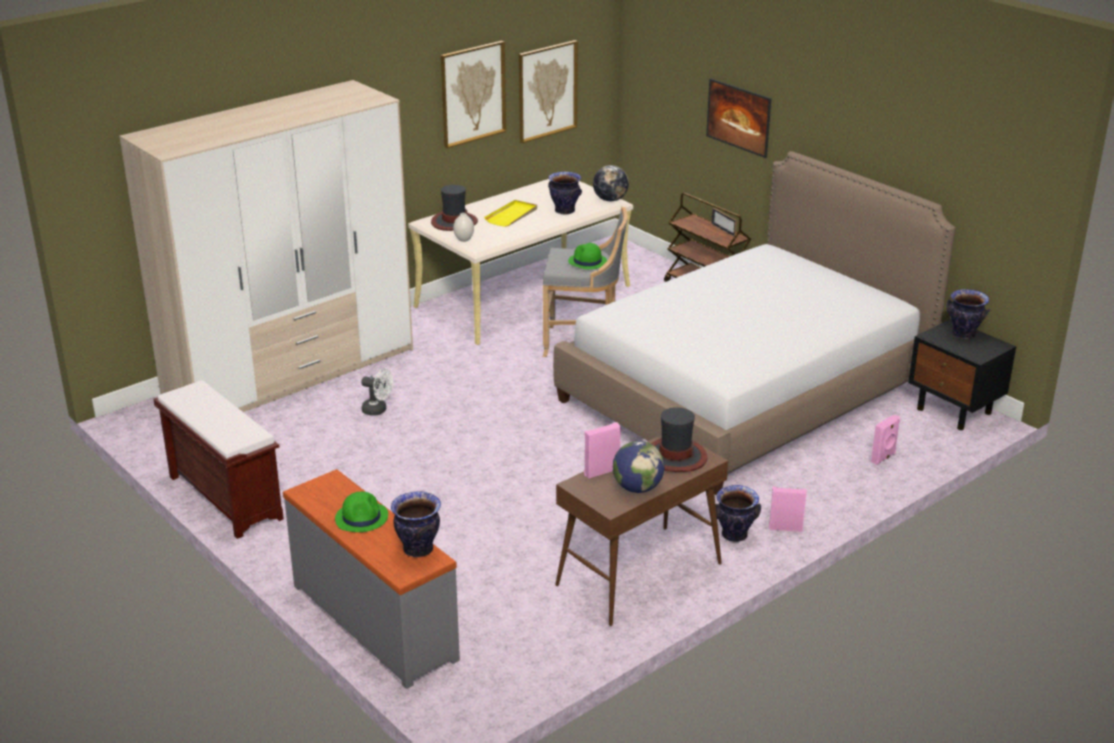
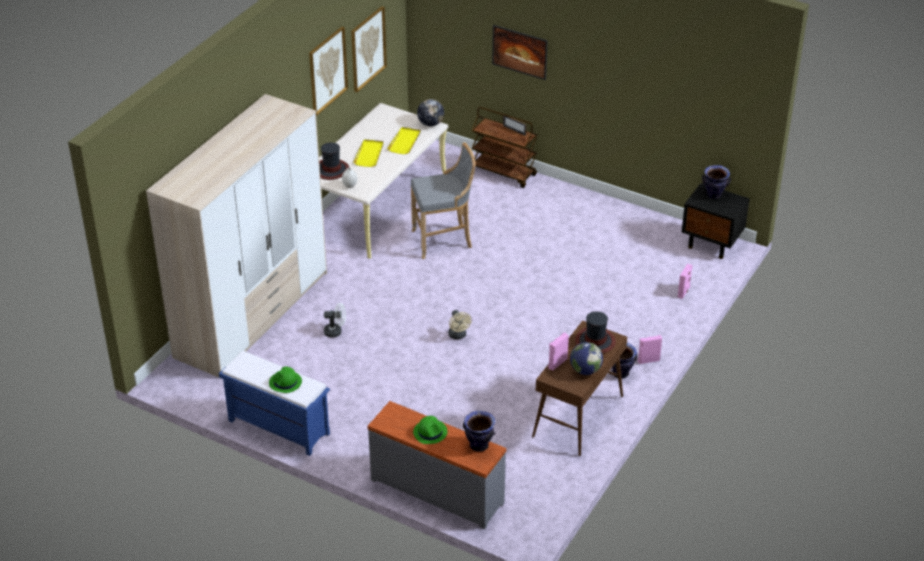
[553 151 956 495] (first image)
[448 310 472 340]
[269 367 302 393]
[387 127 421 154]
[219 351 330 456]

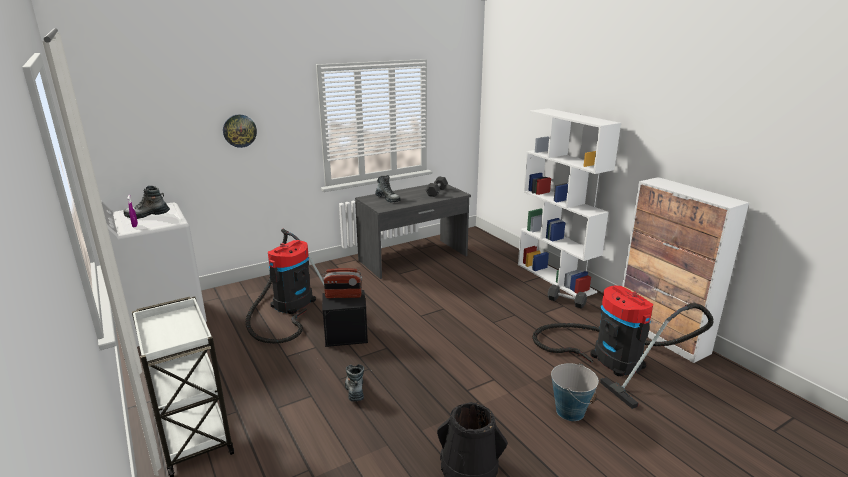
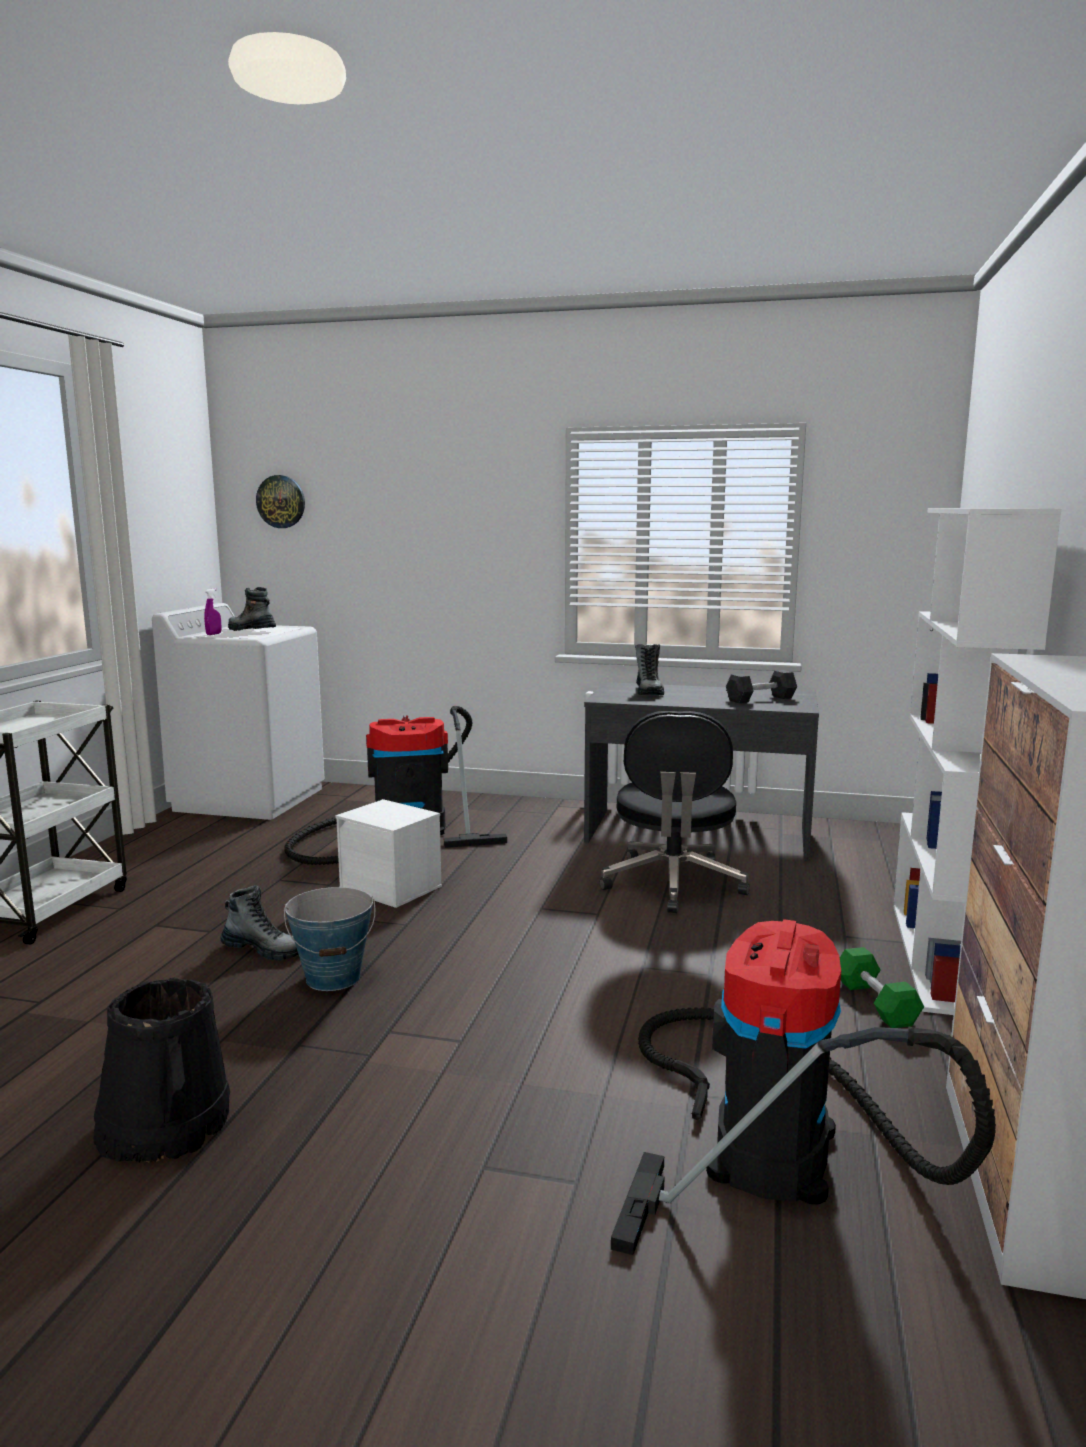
[323 268 362 298] (first image)
[600 710 750 913]
[256 475 305 528]
[284 887 375 991]
[335 799 442 908]
[840 947 924 1028]
[220 885 298 961]

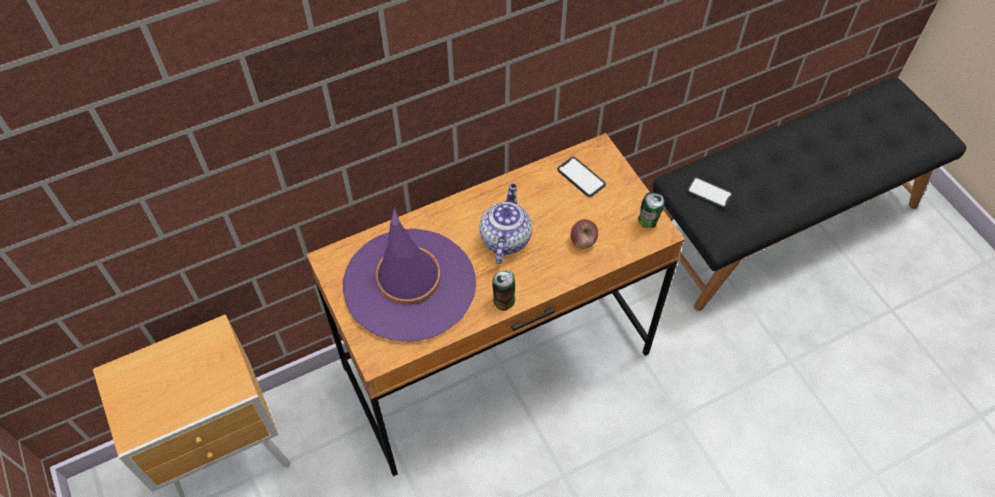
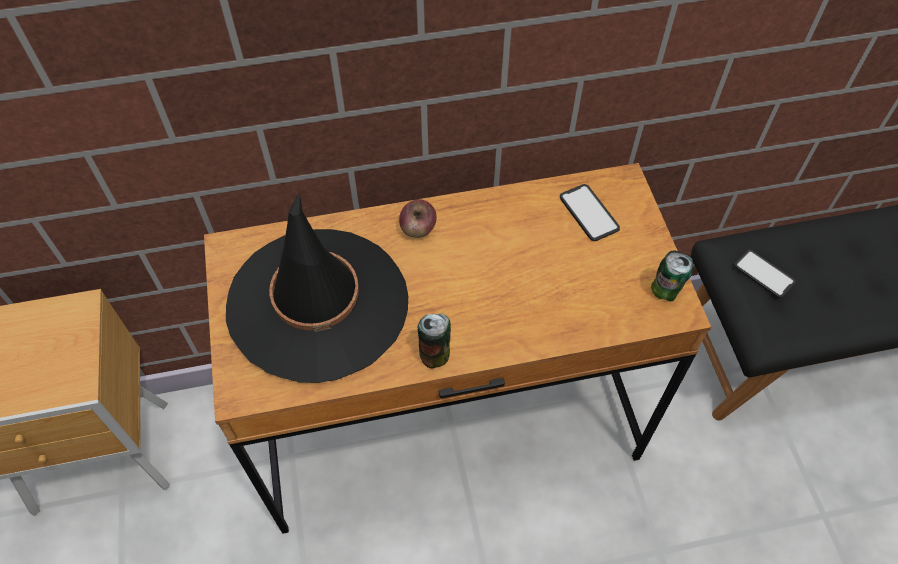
[479 184 532 264] (first image)
[399 199 437 238]
[226 191 408 383]

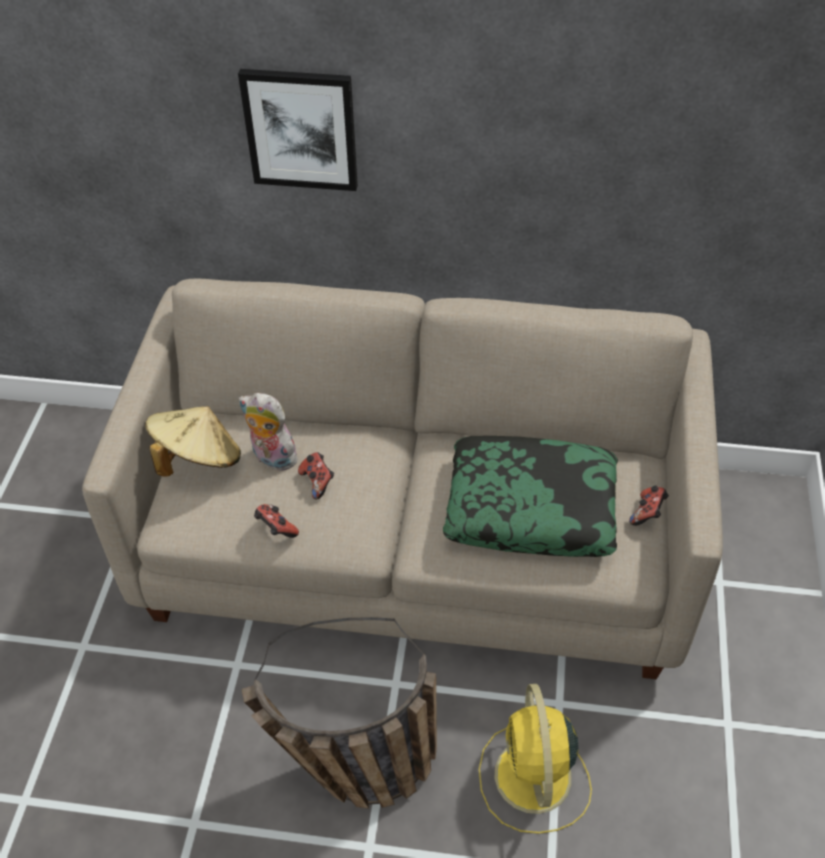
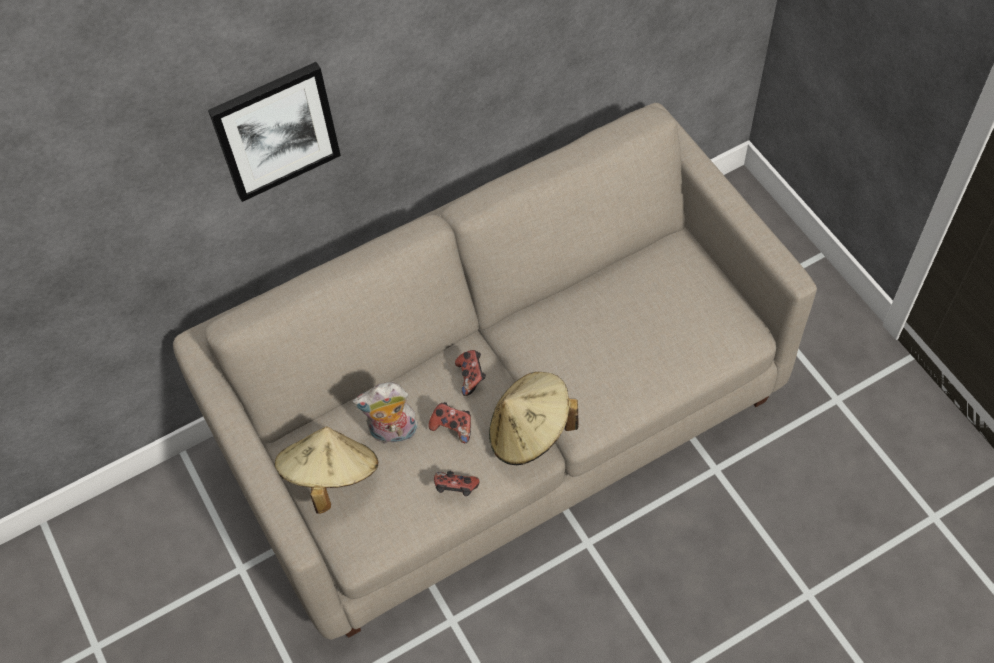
[242 617 437 809] (first image)
[443 436 618 557] (first image)
[479 684 592 834] (first image)
[489 372 578 465]
[455 350 486 396]

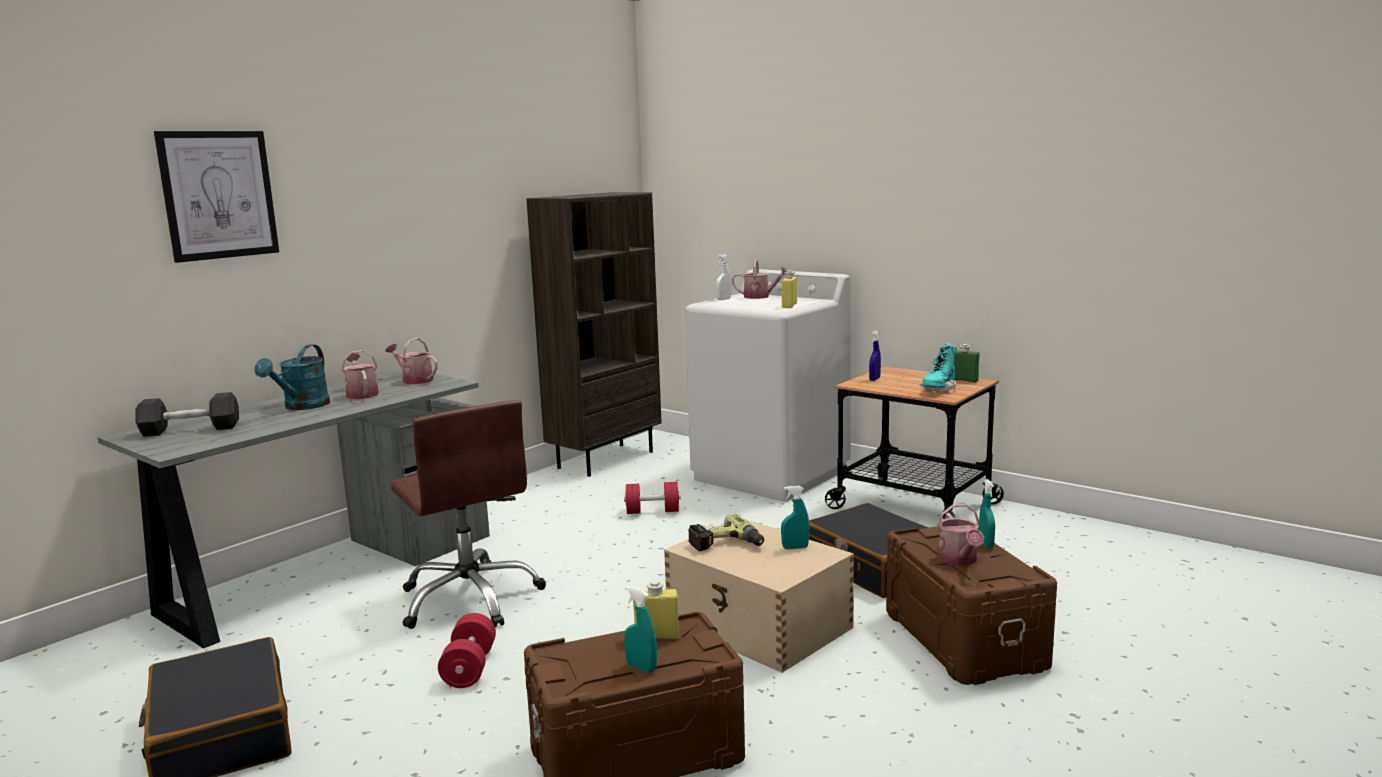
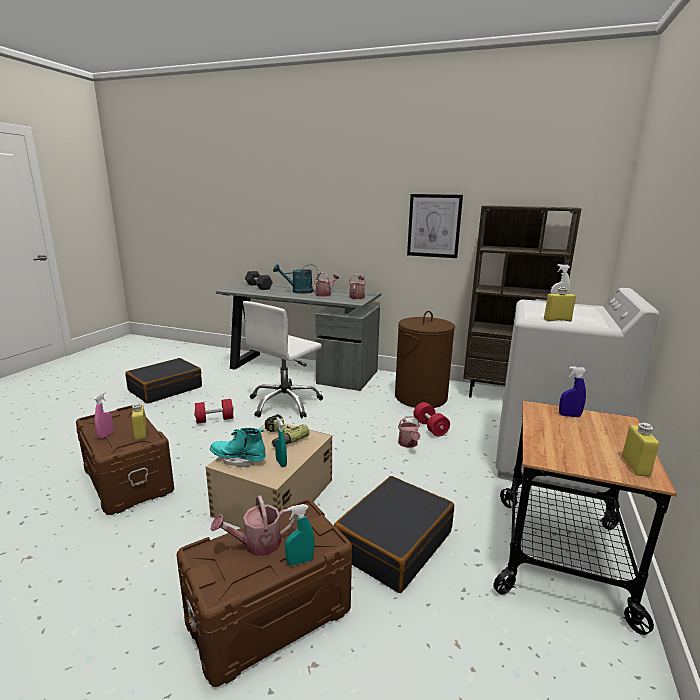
[395 311 455 408]
[407 194 463 258]
[398 416 421 448]
[210 428 266 468]
[243 301 323 418]
[94 392 113 439]
[622 423 659 477]

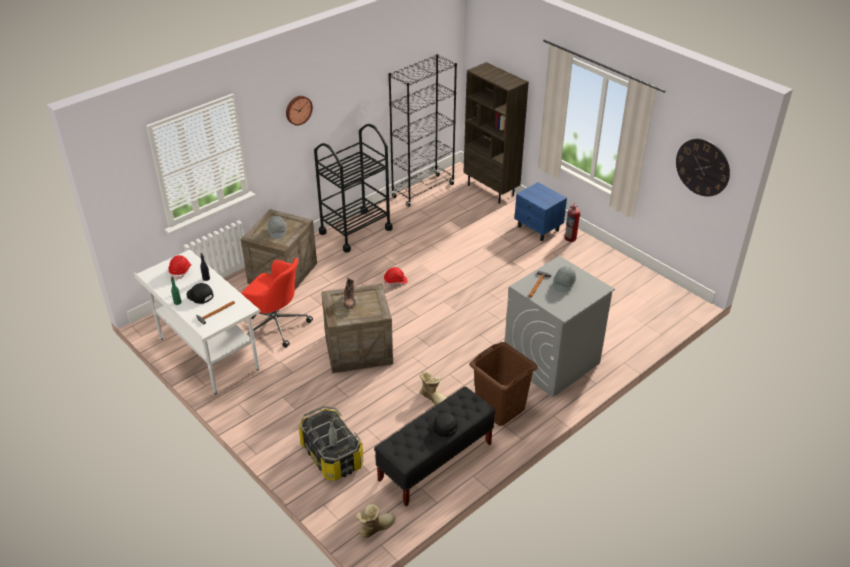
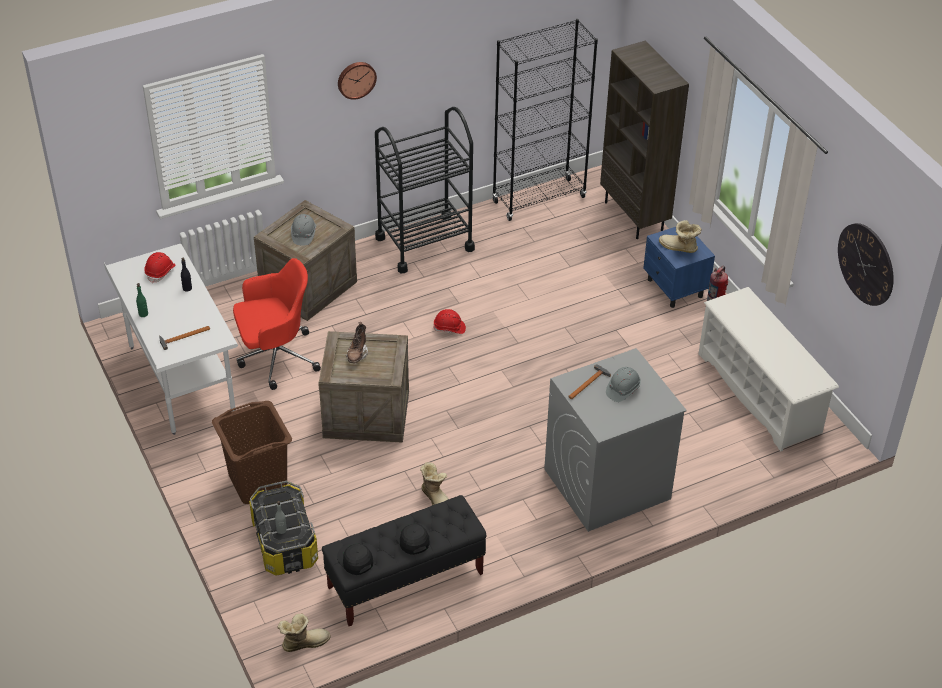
[659 220 702 253]
[698 287 839 451]
[337 544 373 575]
[212 401 292 504]
[233 258 321 390]

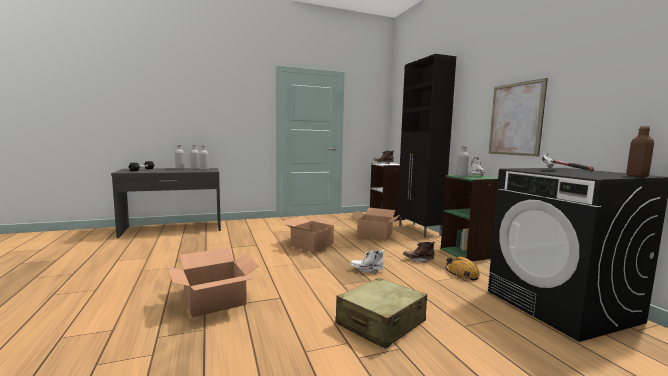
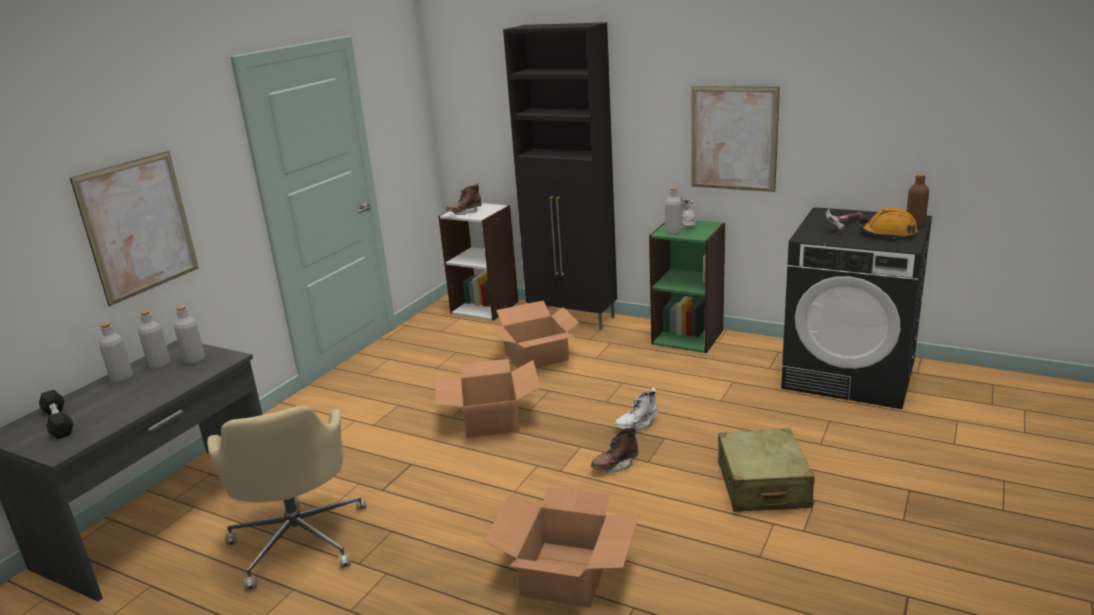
[70 151 199 306]
[207 406 367 591]
[591 425 638 473]
[859 208 918 239]

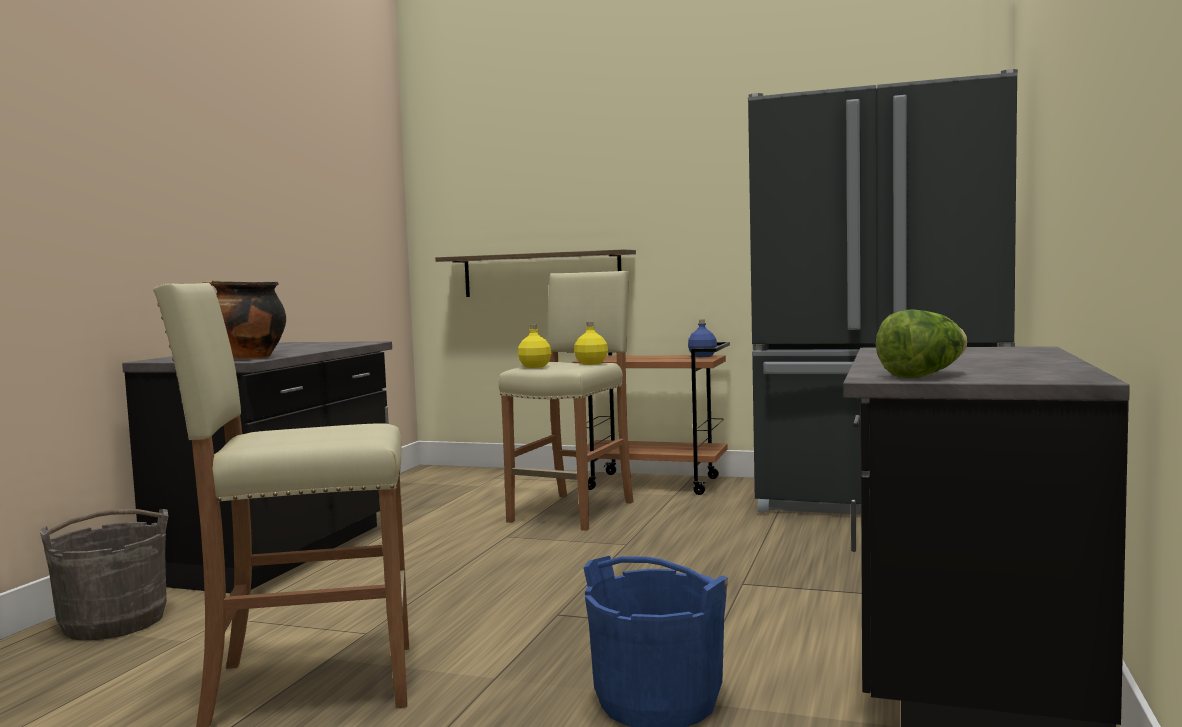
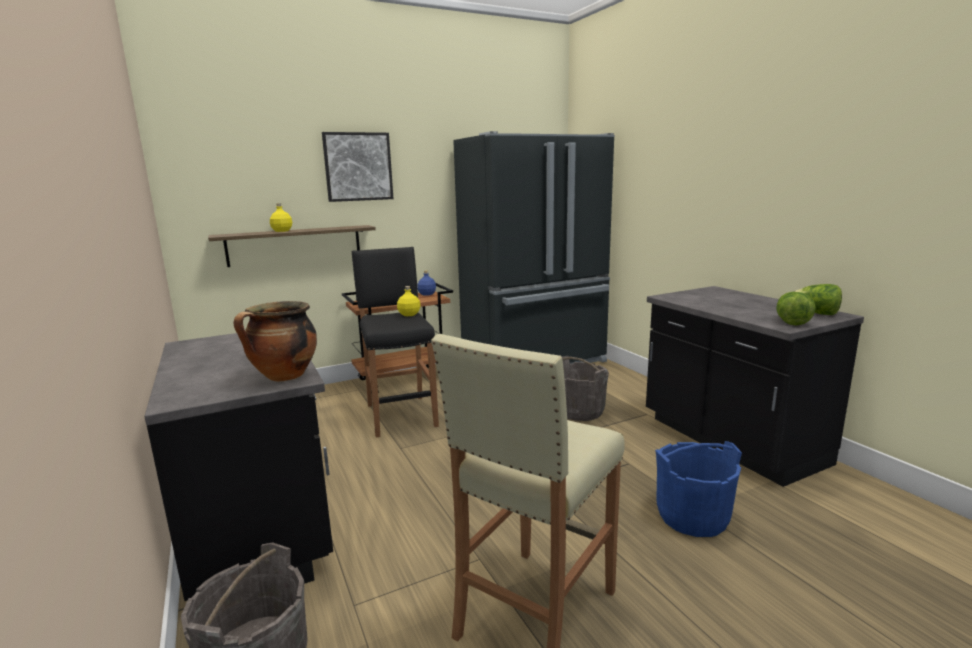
[322 132 394 202]
[562 356 609 421]
[794 284 842 315]
[270 203 292 232]
[352 247 439 437]

